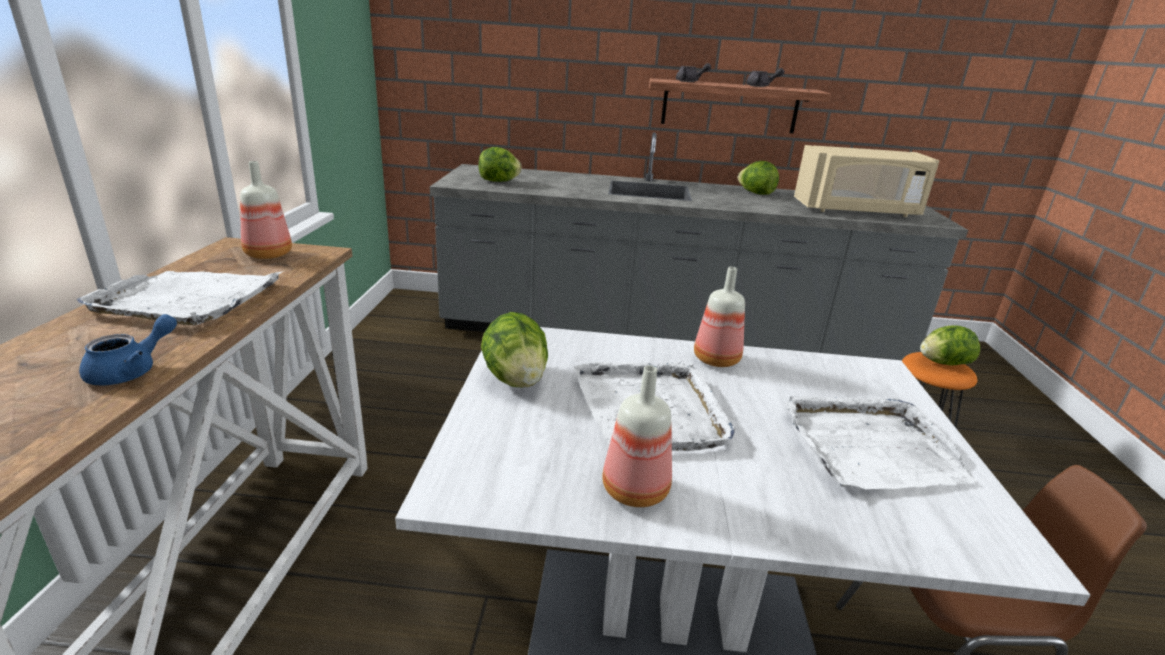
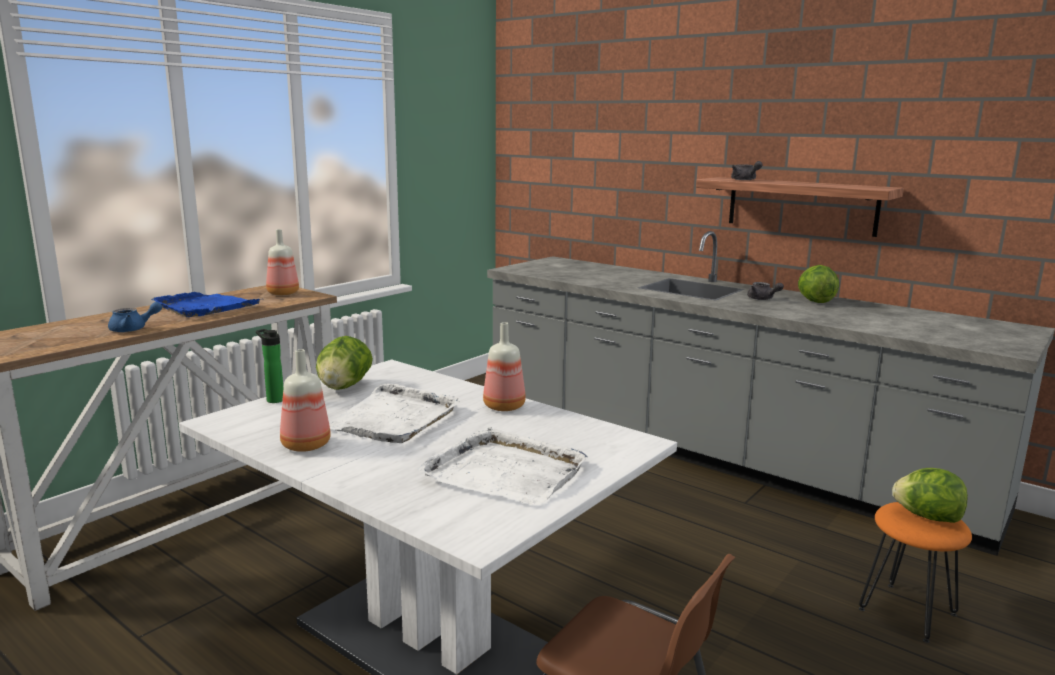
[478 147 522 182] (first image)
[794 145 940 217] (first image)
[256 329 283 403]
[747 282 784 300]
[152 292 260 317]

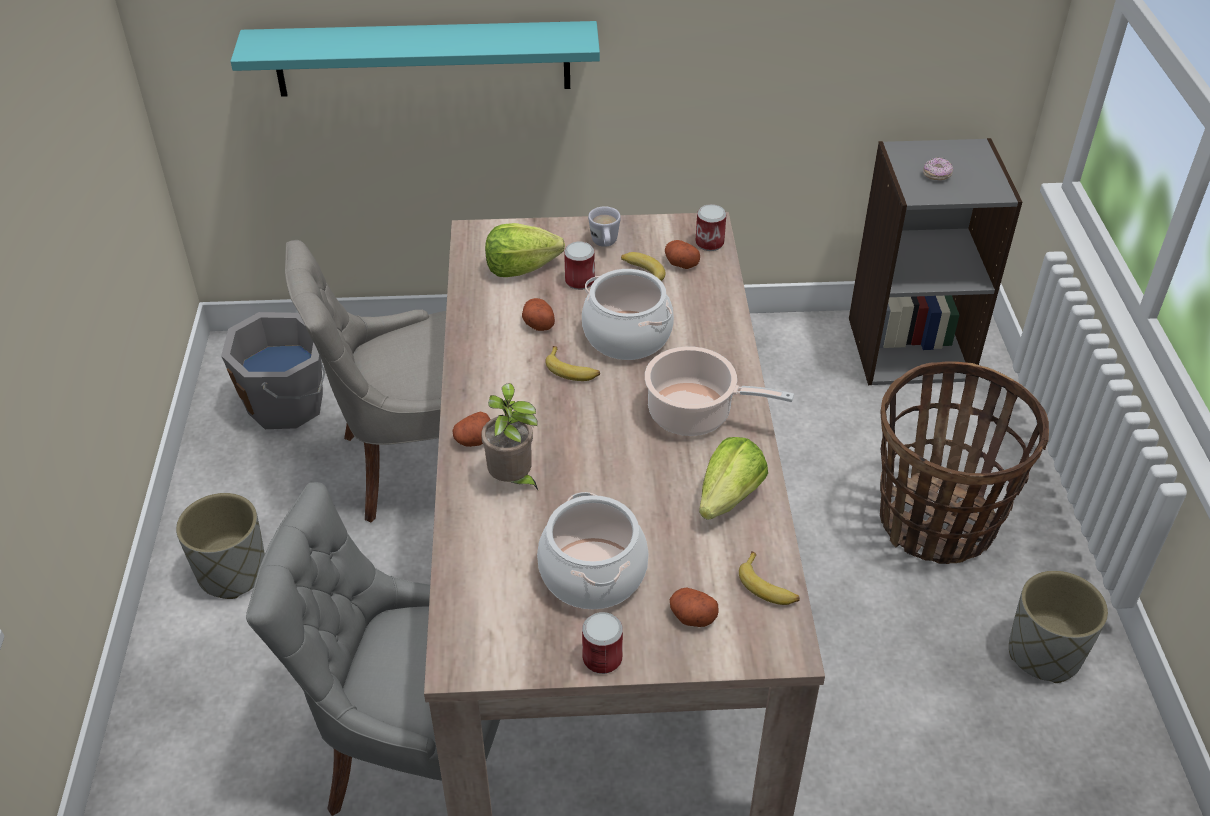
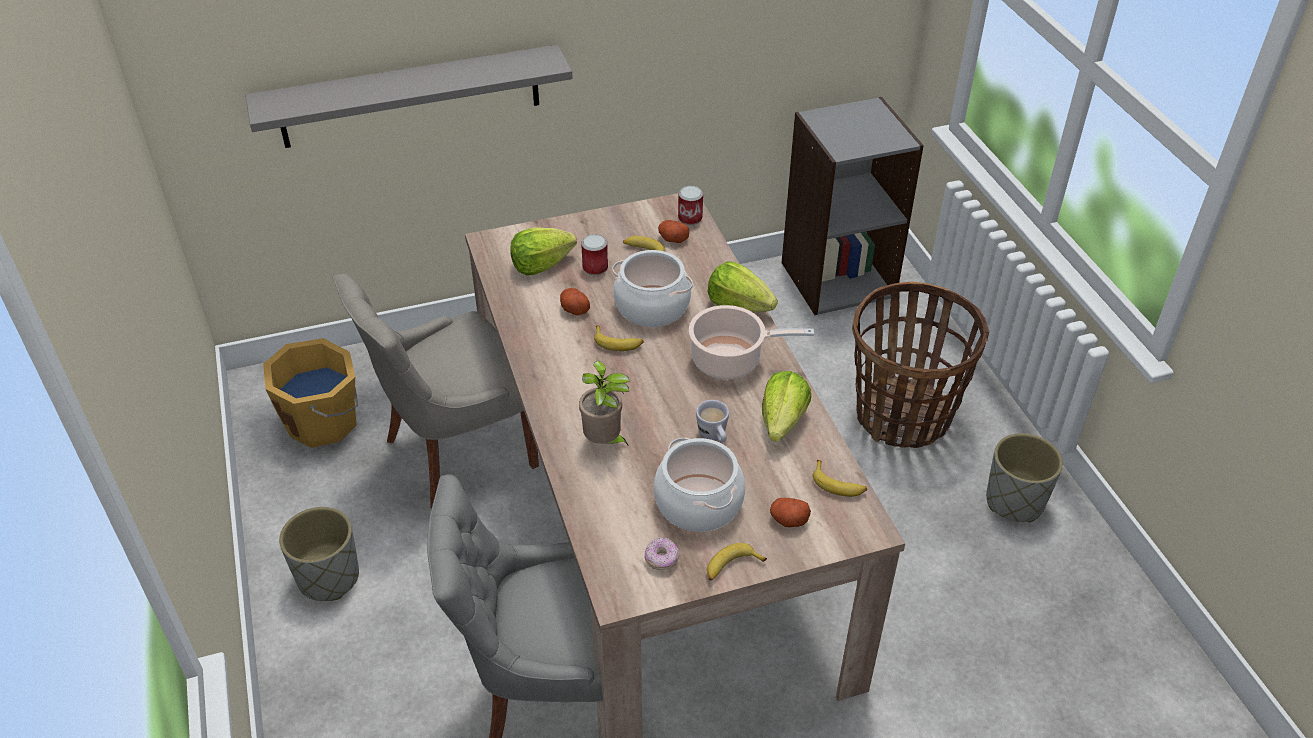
[453 411 491 447] (first image)
[708 261 778 312]
[696 400 729 442]
[645 537 679 570]
[707 543 767 581]
[263 338 358 448]
[245 45 572 148]

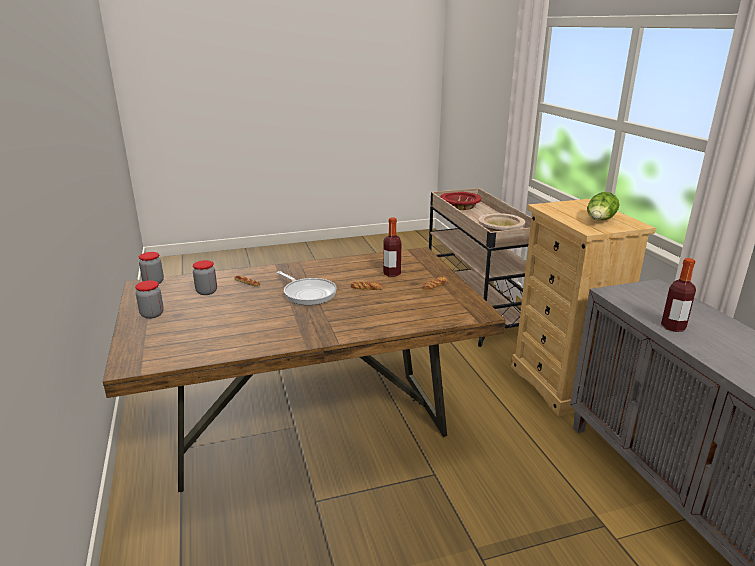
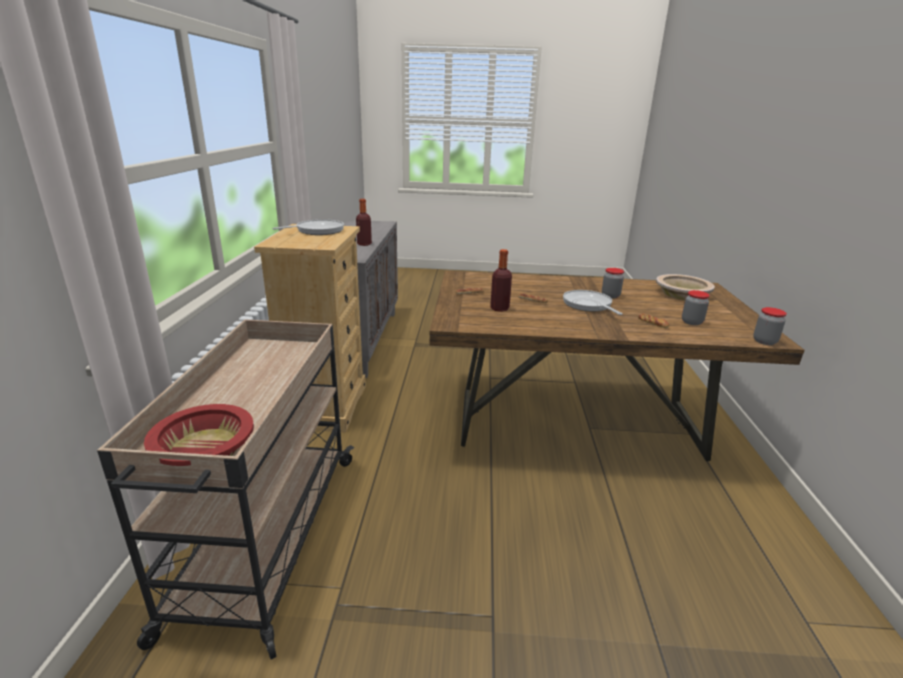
[602 268 624 299]
[656 274 715 300]
[272 219 344 235]

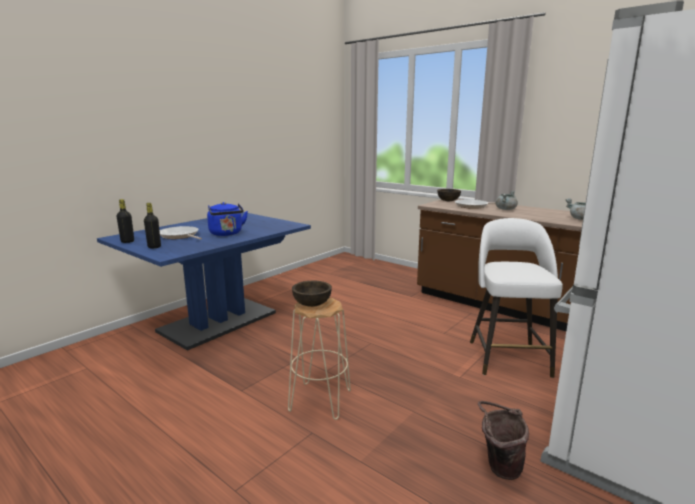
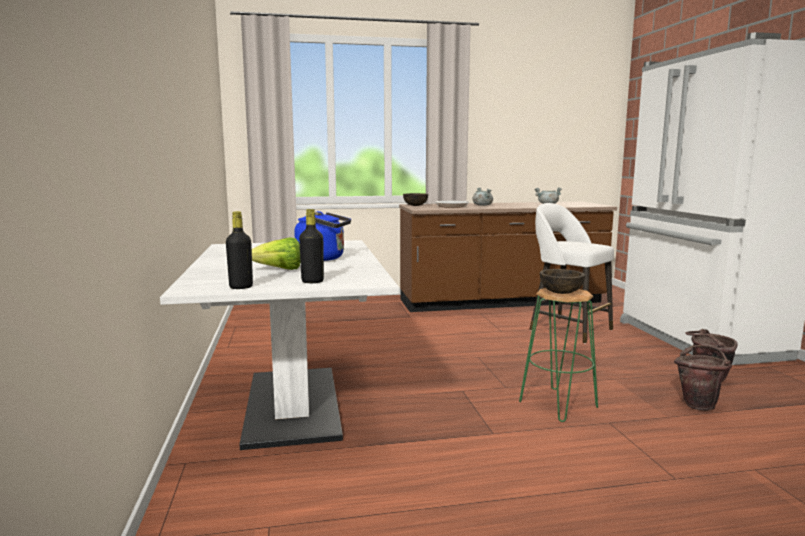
[674 345 732 411]
[252 237 301 270]
[160 240 399 450]
[519 288 598 422]

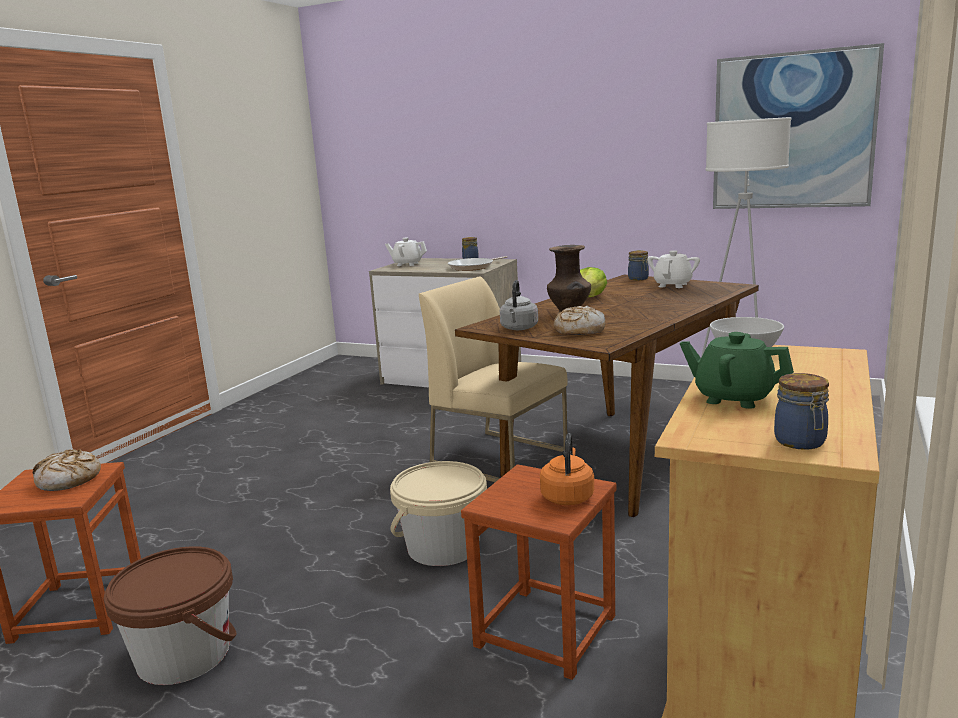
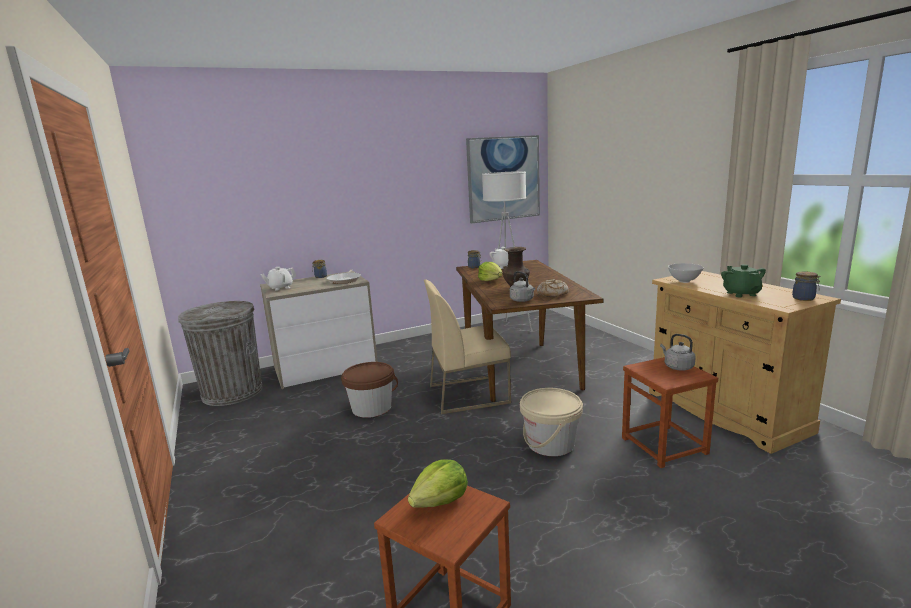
[178 301 262 406]
[341 362 398 418]
[408 459 468 508]
[660 334 696 371]
[721 264 766 297]

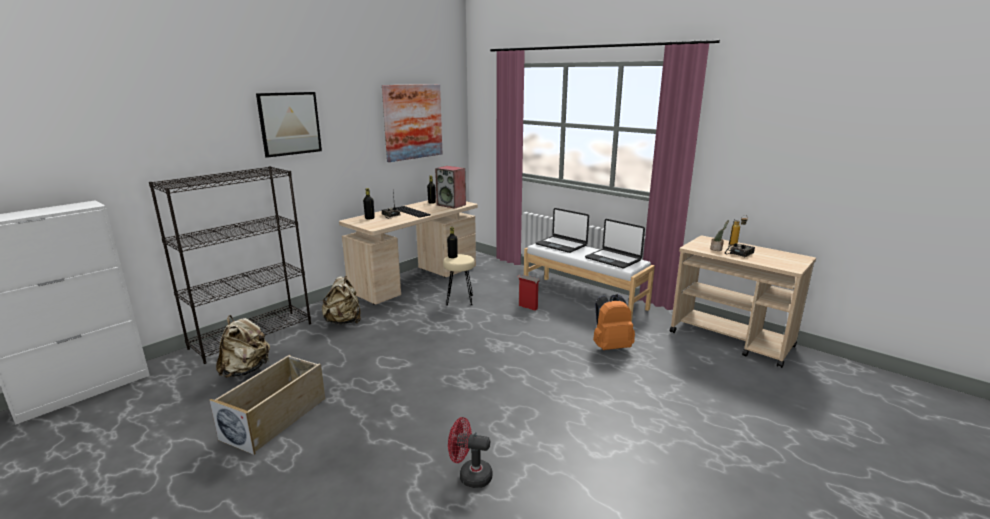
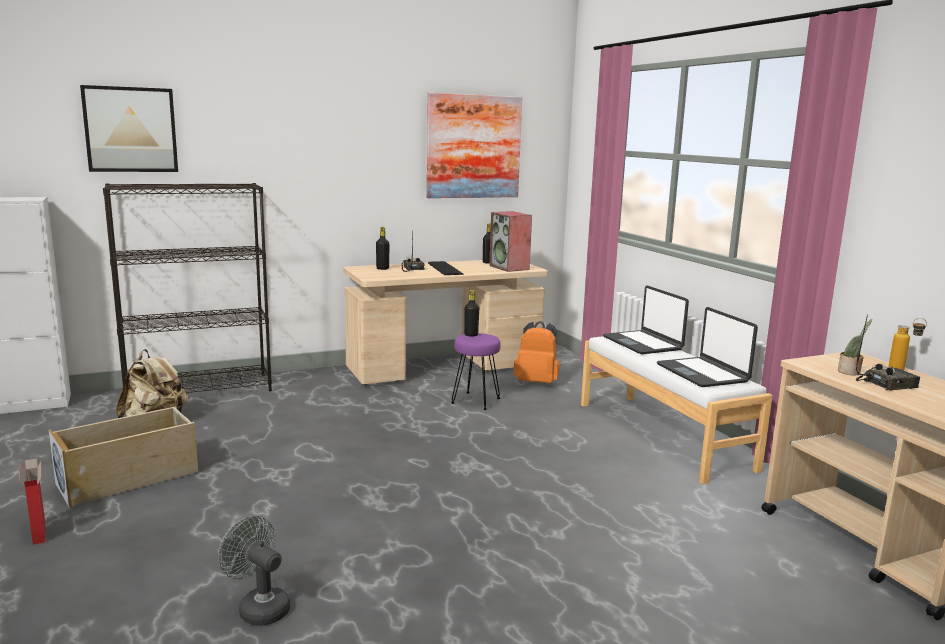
[321 276 361 324] (first image)
[80 85 178 172]
[19 458 46 545]
[514 321 560 383]
[451 333 500 410]
[218 516 290 626]

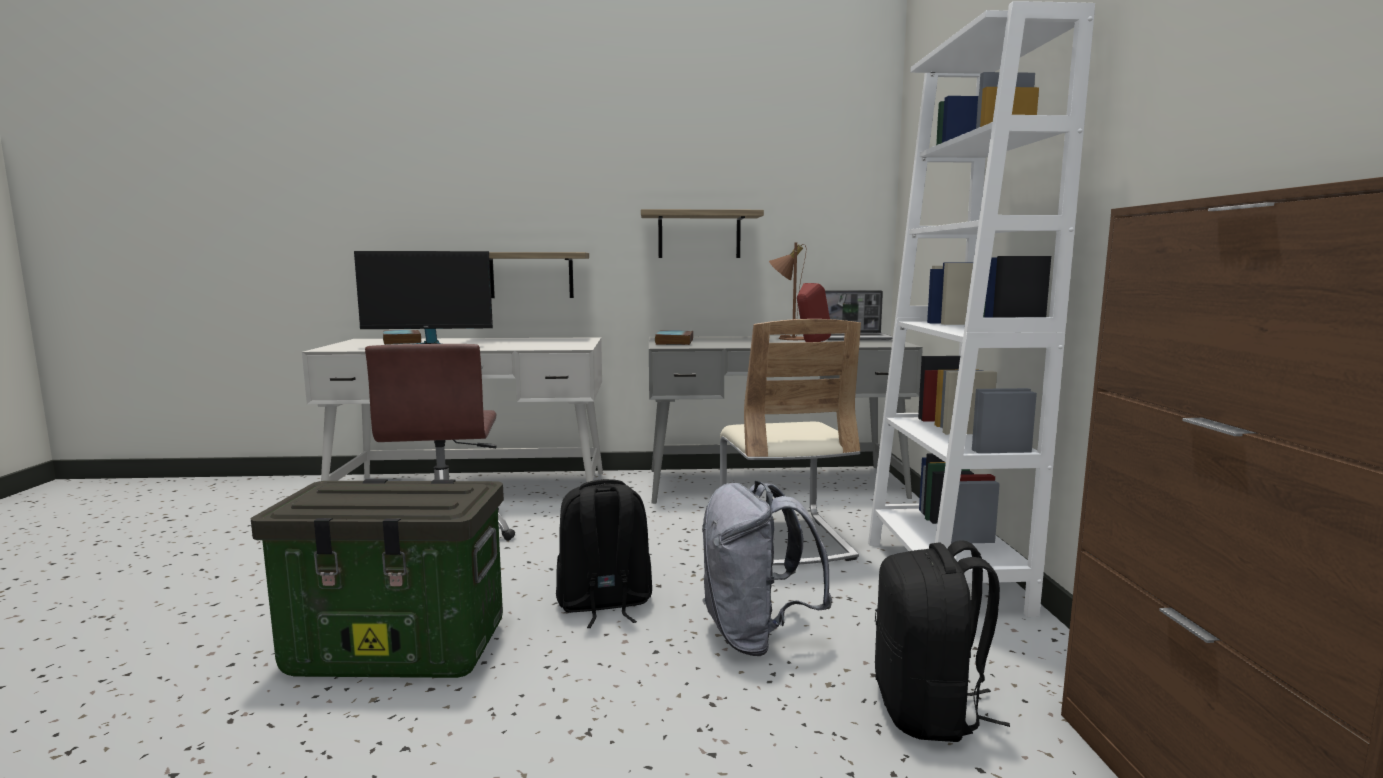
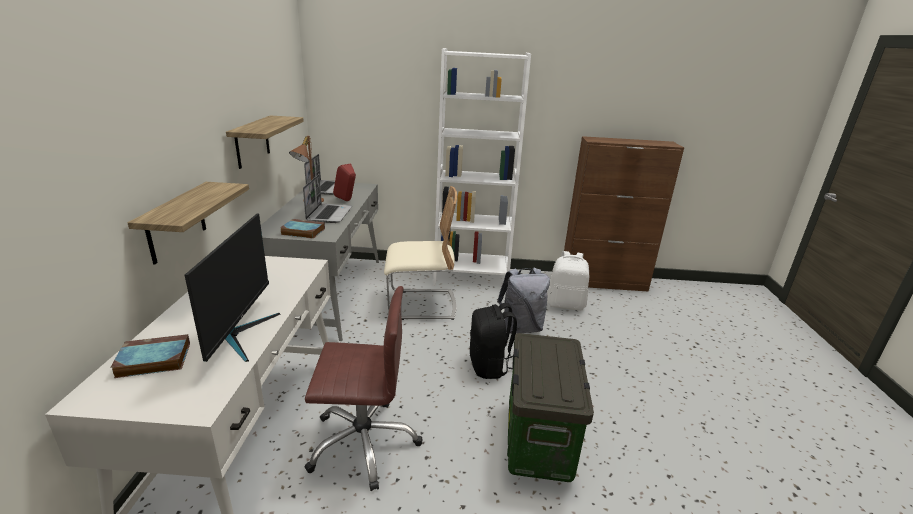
[303 174 352 223]
[547 251 589 311]

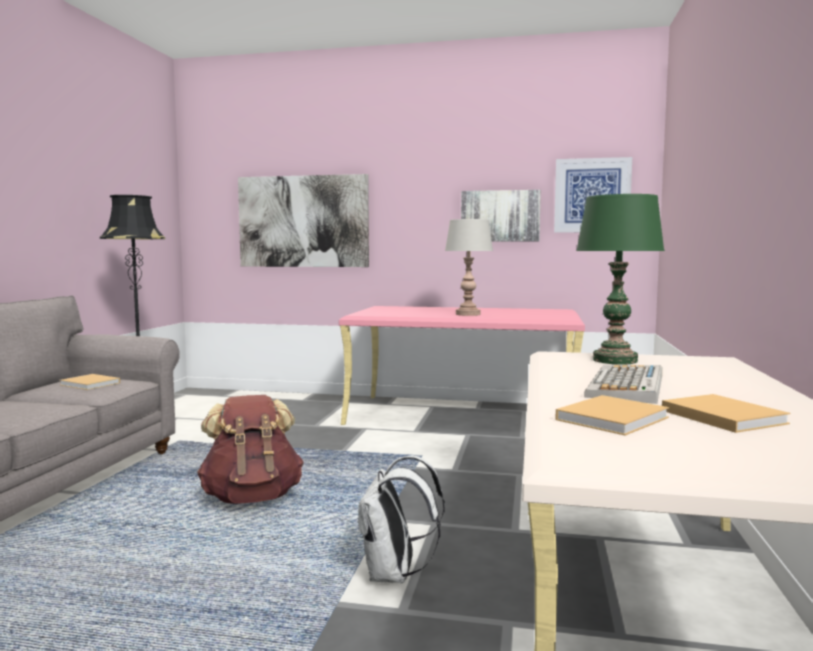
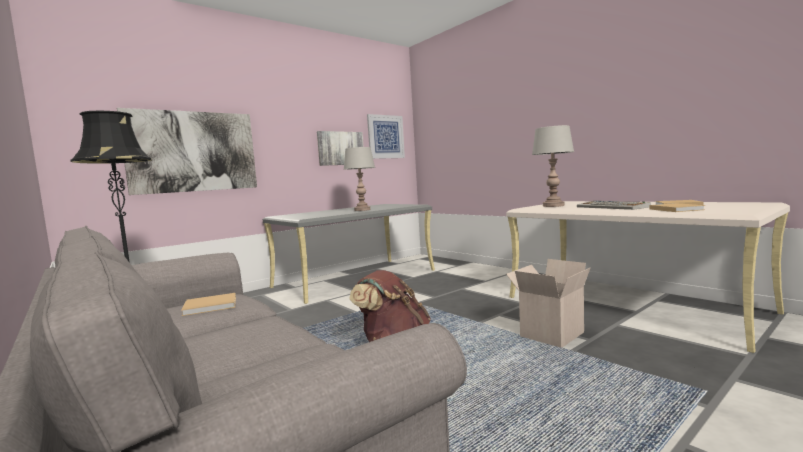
[506 259 590 348]
[263 204 435 304]
[532 125 574 207]

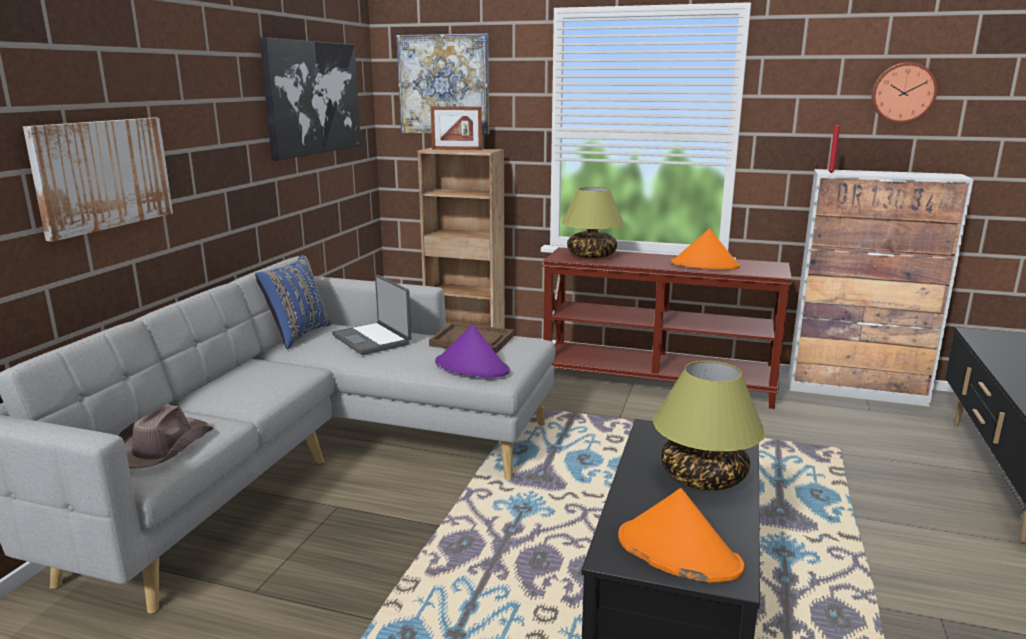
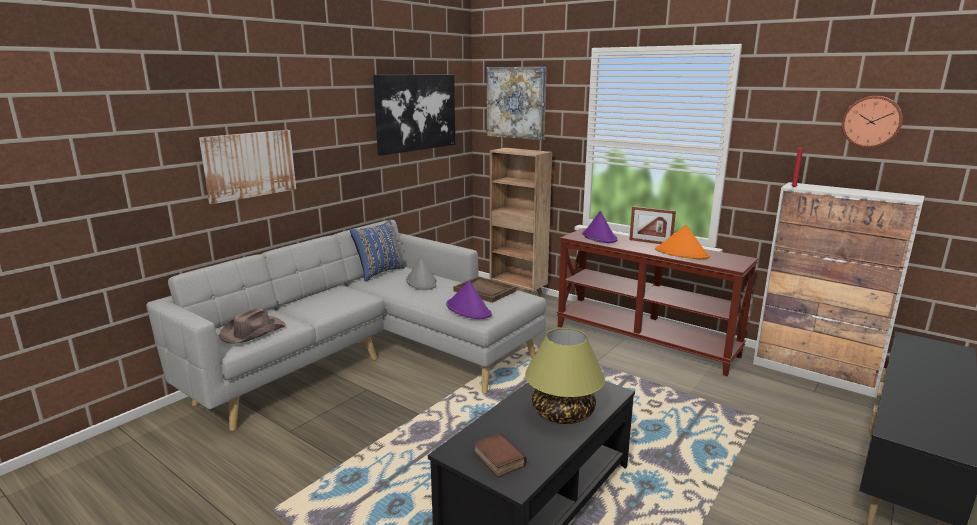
[629 206 676 244]
[406 255 437 290]
[582 211 618 243]
[474 433 527 477]

